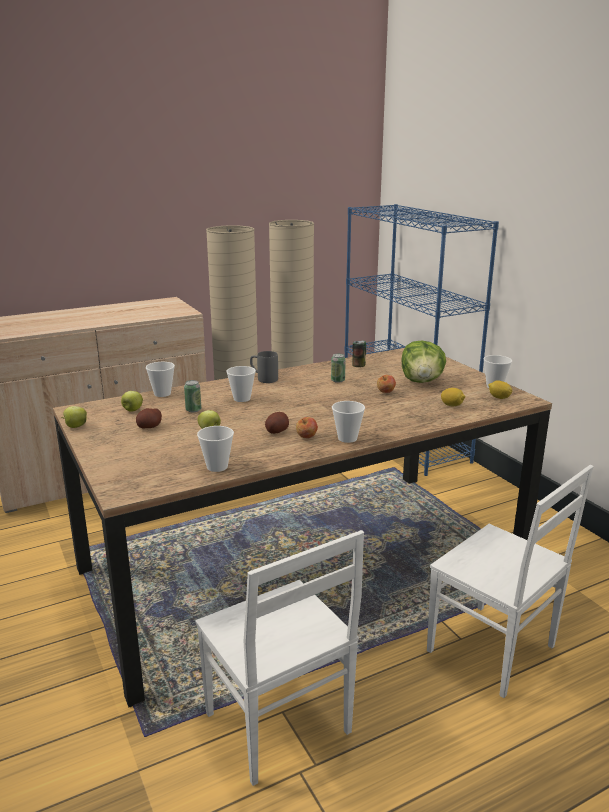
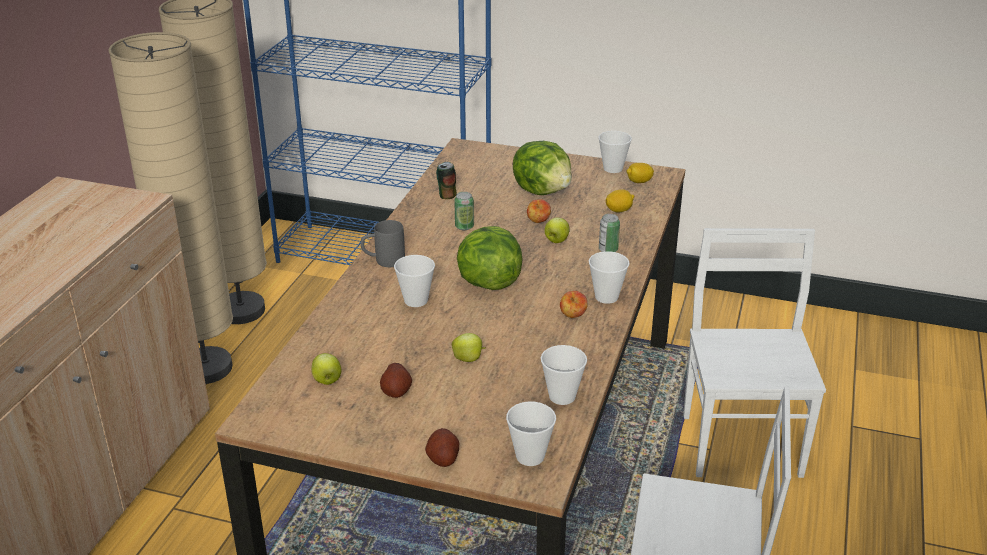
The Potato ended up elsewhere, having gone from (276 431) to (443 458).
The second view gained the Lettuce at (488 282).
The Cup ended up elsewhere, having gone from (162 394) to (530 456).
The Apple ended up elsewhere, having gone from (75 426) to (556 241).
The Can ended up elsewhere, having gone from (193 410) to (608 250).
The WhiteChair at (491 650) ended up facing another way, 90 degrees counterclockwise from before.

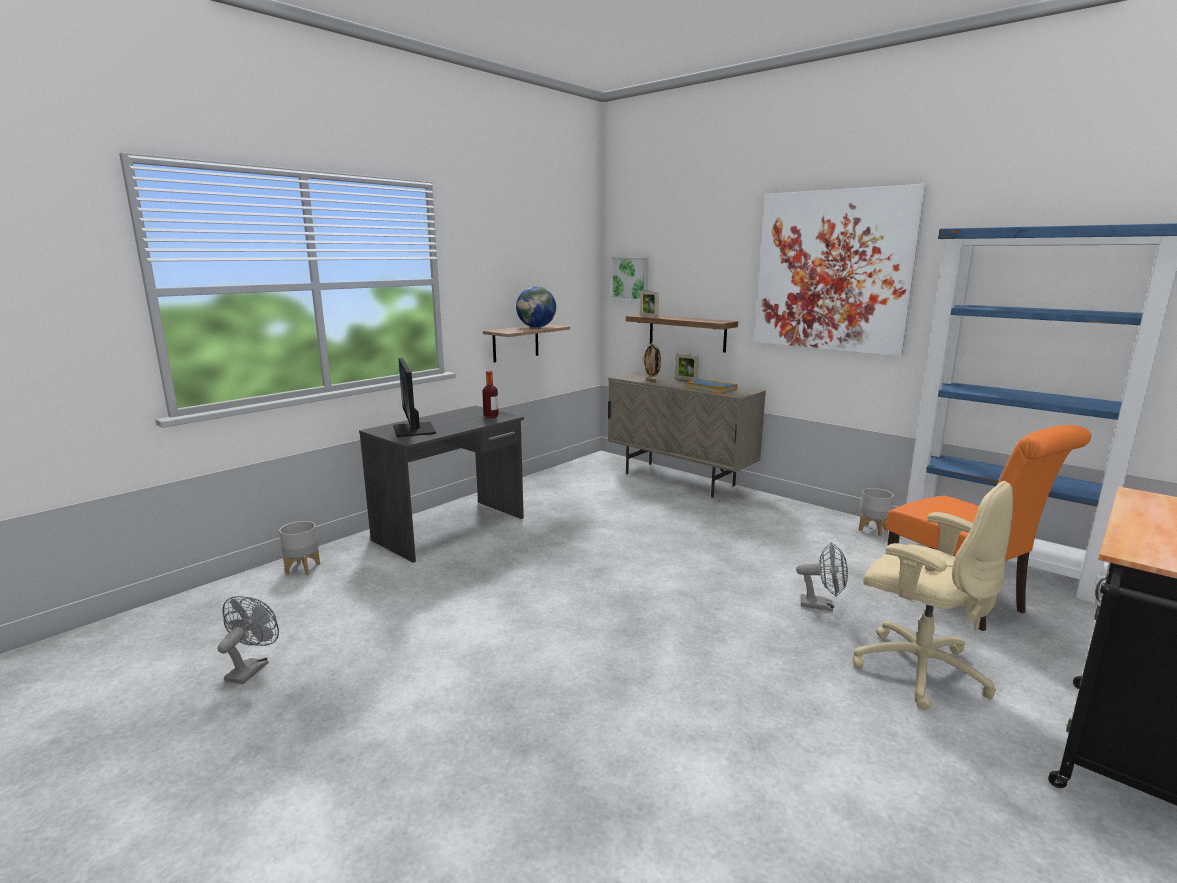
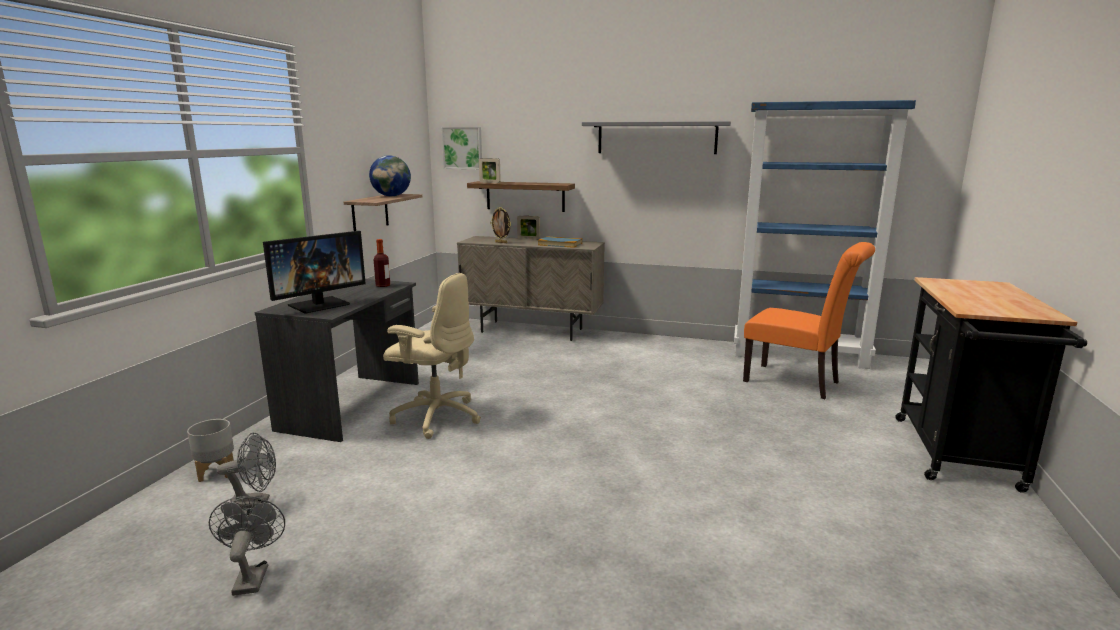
The GreyFan ended up elsewhere, having gone from (822 605) to (256 502).
The Monitor at (414 430) ended up facing another way, 90 degrees counterclockwise from before.
The BeigeOfficeChair ended up elsewhere, having gone from (917 669) to (436 417).
Where the Picture hung at (833 271), the GreyShelf came to hang at (656 138).
The second view lost the GreyPlanter at (873 530).

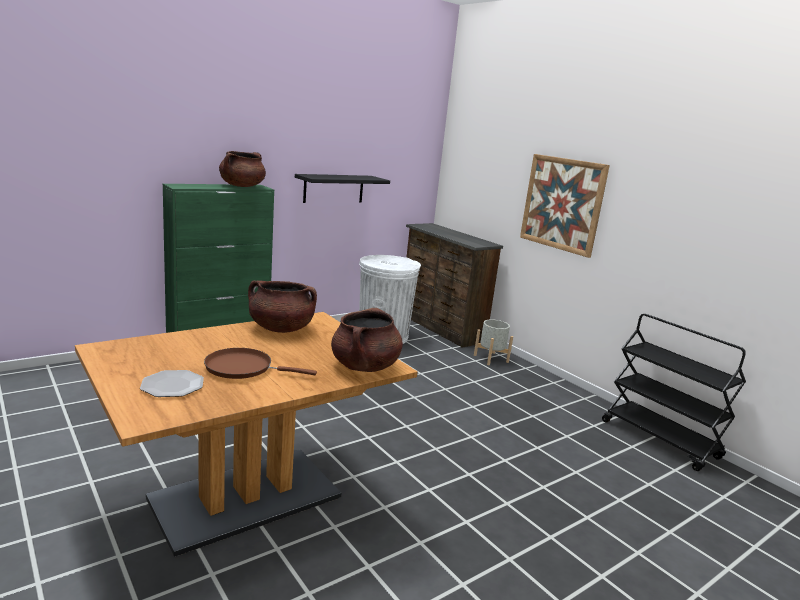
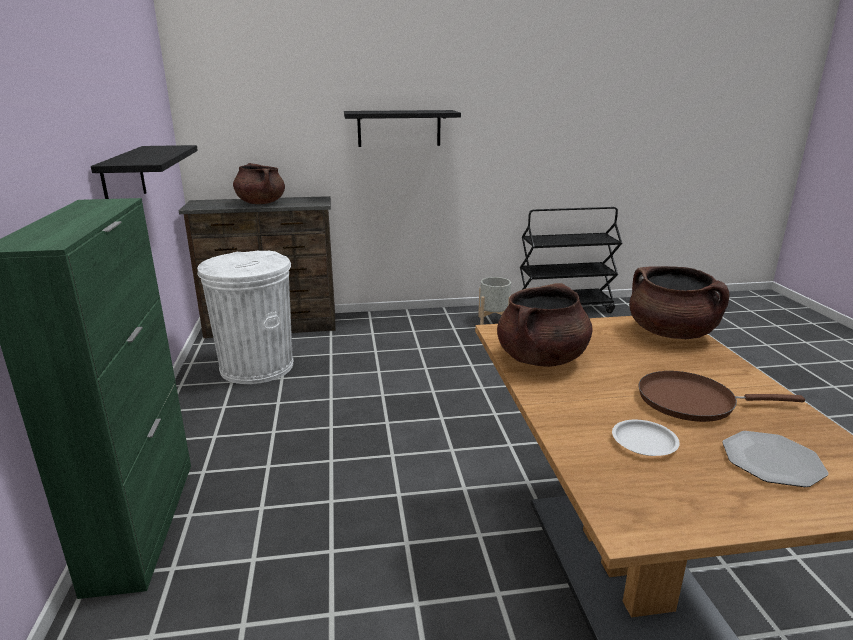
The BrownCookingPot ended up elsewhere, having gone from (242 186) to (260 203).
Where the Picture hung at (562 204), the BlackShelf came to hang at (399 128).
The GreyPlanter ended up elsewhere, having gone from (491 358) to (493 321).
The second view gained the WhitePlate at (644 441).
The BrownFryingPan at (243 368) ended up facing another way, 60 degrees clockwise from before.

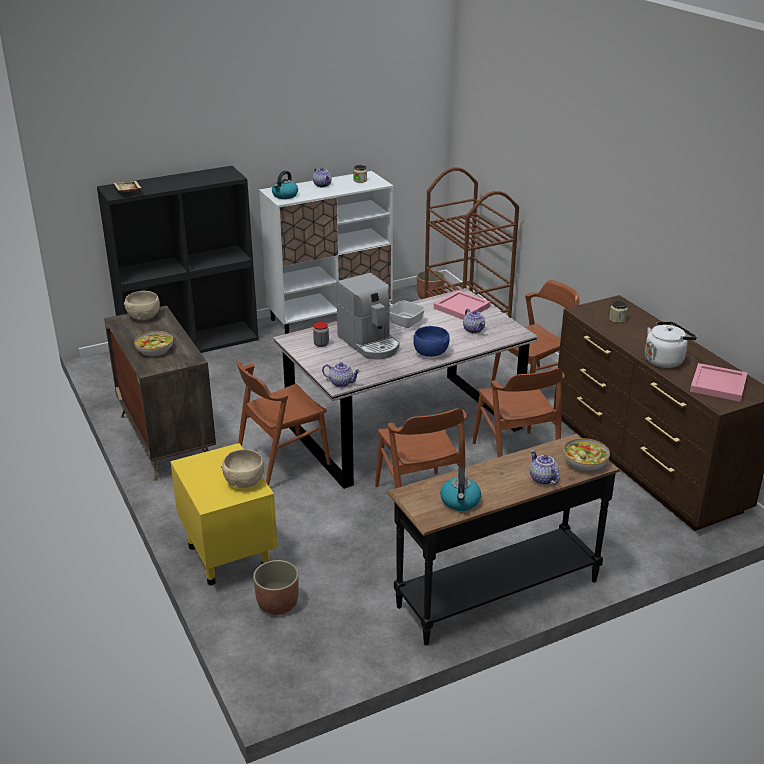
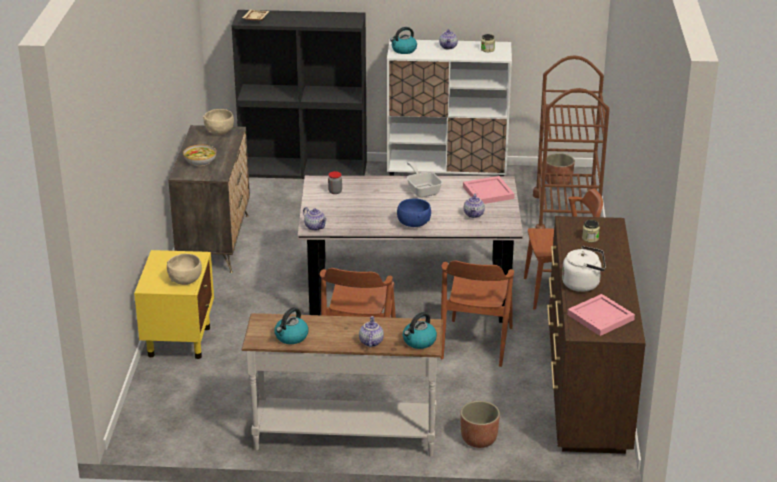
What was the BlackConsoleTable at (496 592) turned into the WhiteConsoleTable at (345 435).
Where the Bowl stood at (585 462), the Kettle came to stand at (419 341).
The Planter ended up elsewhere, having gone from (277 604) to (478 439).
The second view lost the BrownChair at (282 462).
The second view lost the CoffeeMachine at (370 343).

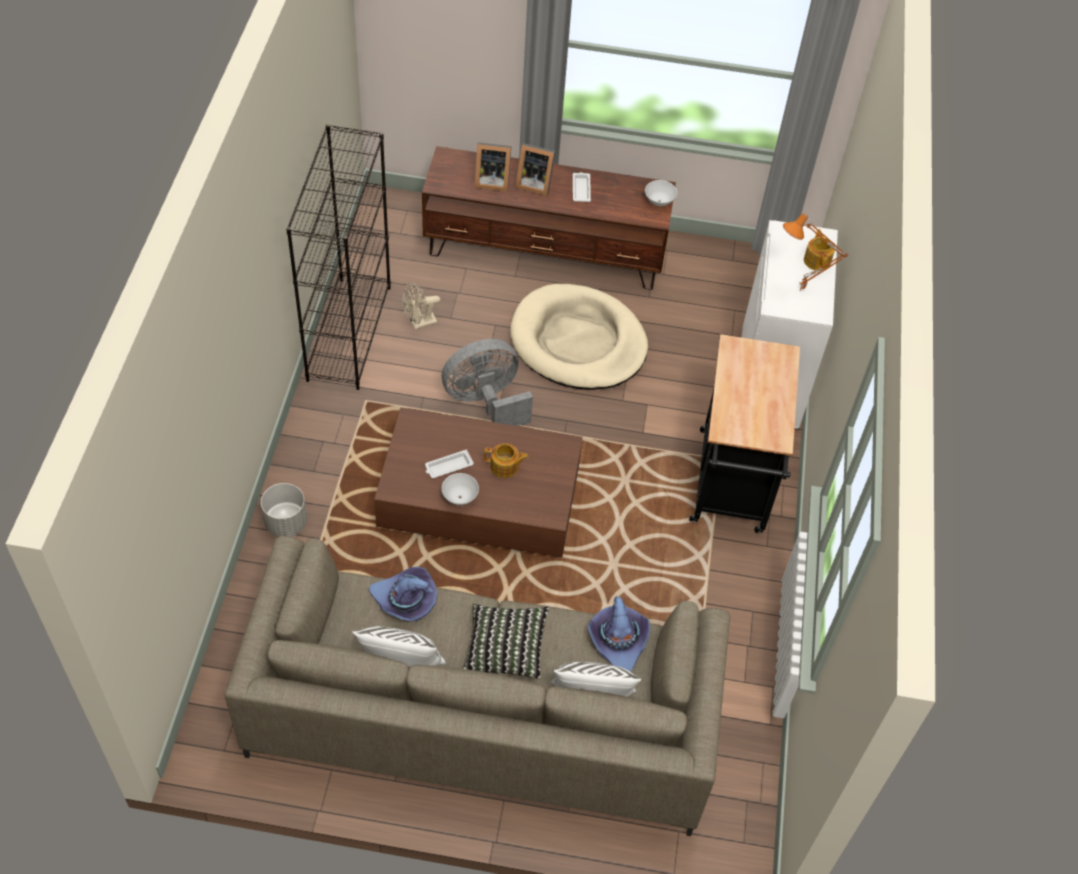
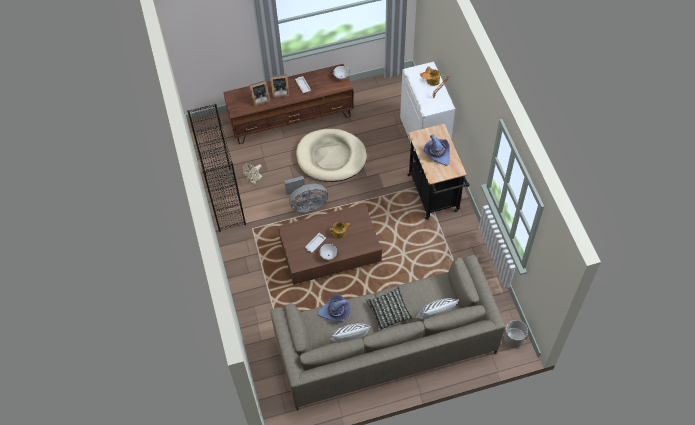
The GreyFan at (486 402) ended up facing another way, 150 degrees counterclockwise from before.
The PurpleHat ended up elsewhere, having gone from (618 640) to (437 153).
The GreyPlanter ended up elsewhere, having gone from (286 523) to (514 338).

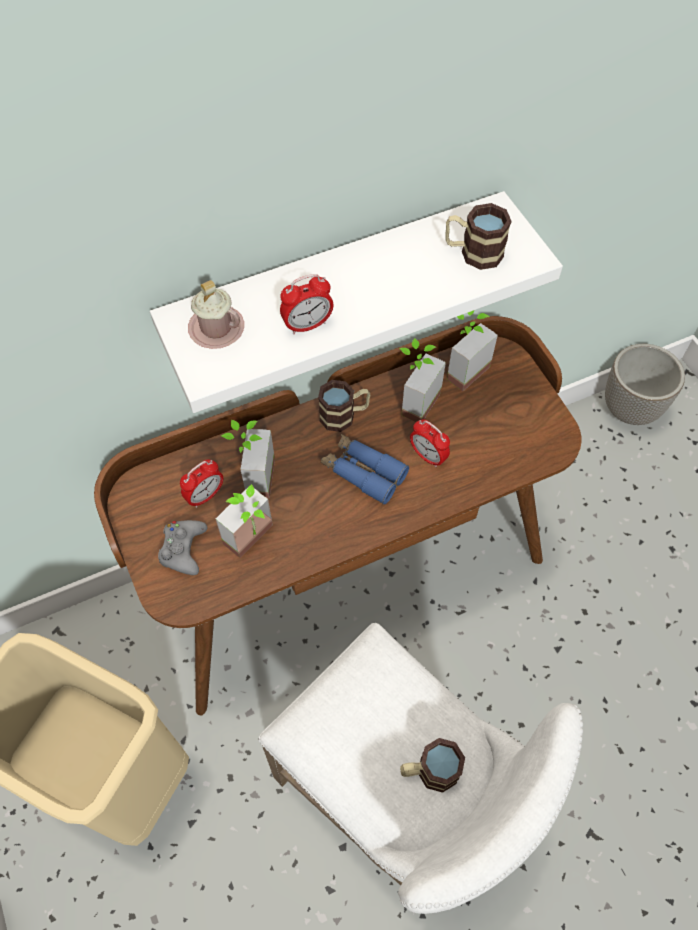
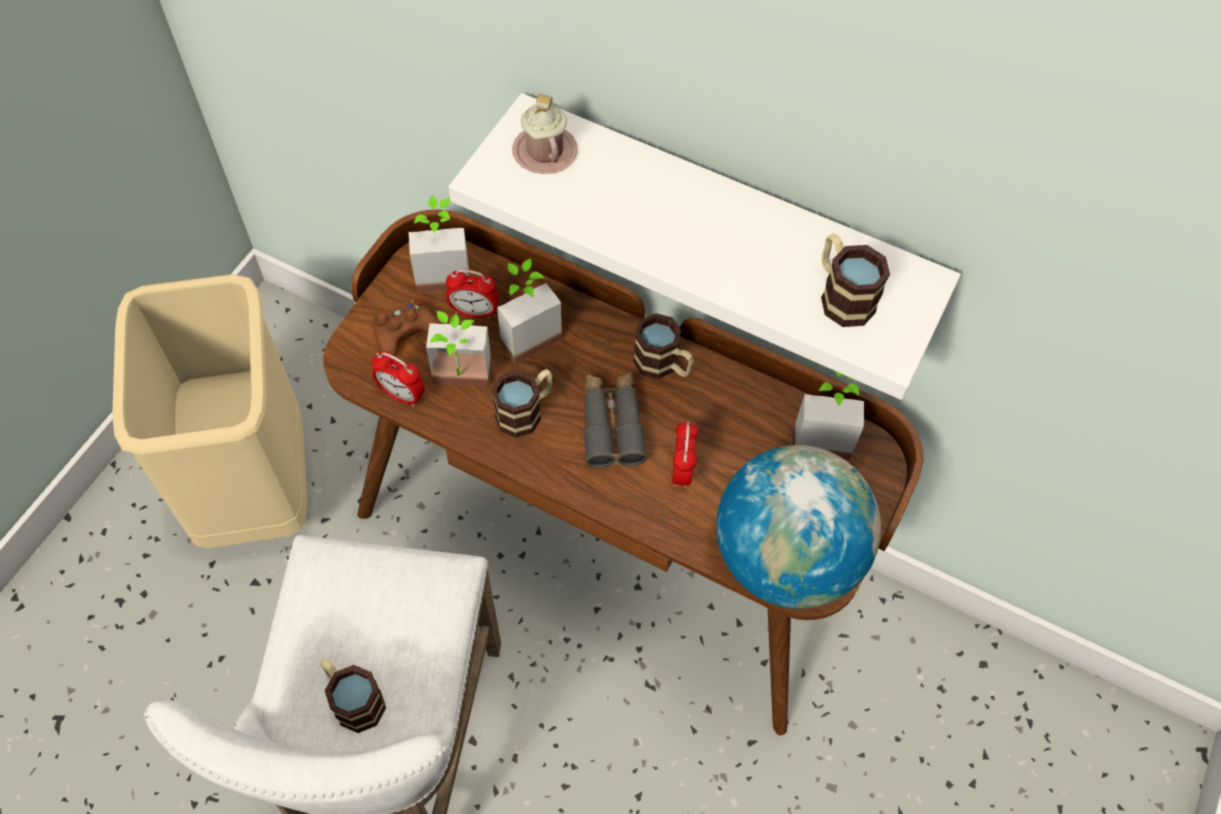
The AlarmClock ended up elsewhere, having gone from (307 325) to (402 395).
What was the GreyGameController at (183 549) turned into the BrownGameController at (405 333).
The PottedPlant ended up elsewhere, having gone from (413 400) to (442 271).
The second view gained the Mug at (526 411).
What was the BlueBinoculars at (363 472) turned into the GreyBinoculars at (612 424).
The second view gained the Globe at (785 557).
The second view lost the Planter at (630 410).

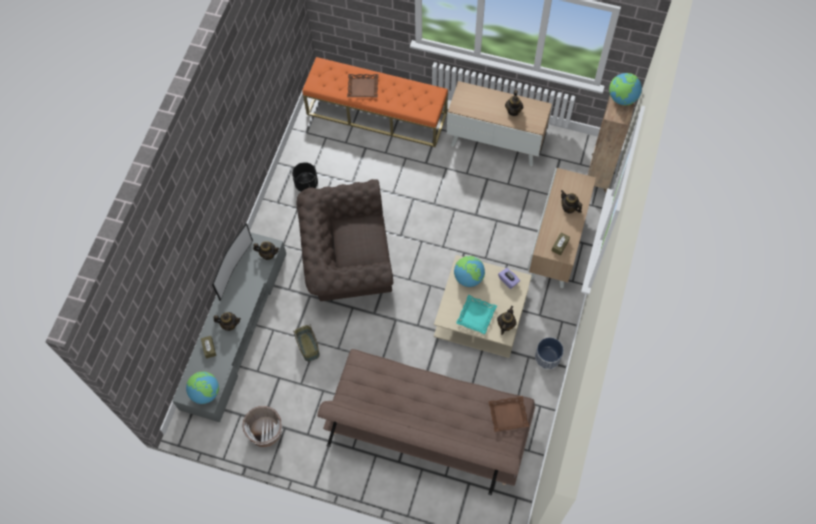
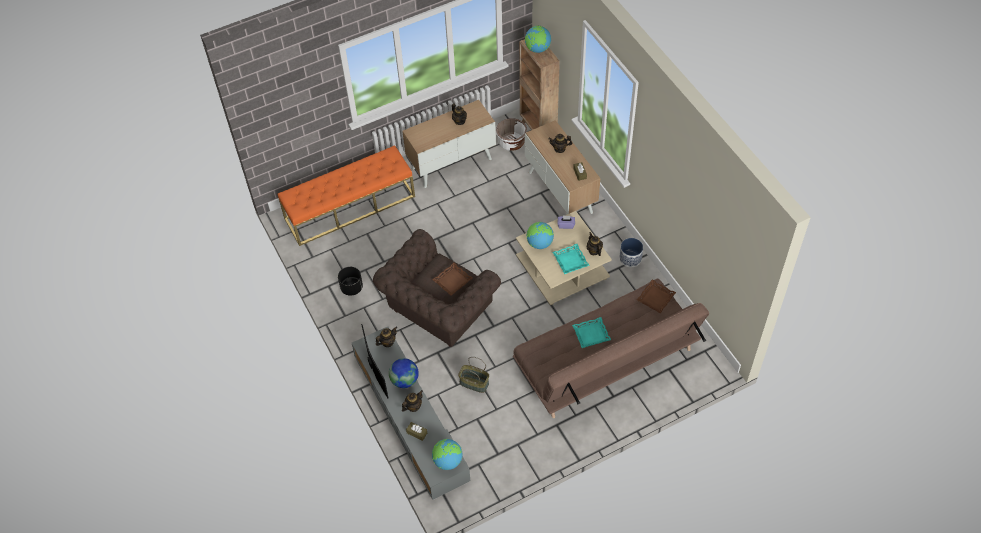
The second view gained the Globe at (404 380).
The BrownTray ended up elsewhere, having gone from (363 88) to (452 281).
The WhitePlanter ended up elsewhere, having gone from (265 431) to (511 143).
The second view gained the TurquoiseTray at (591 334).

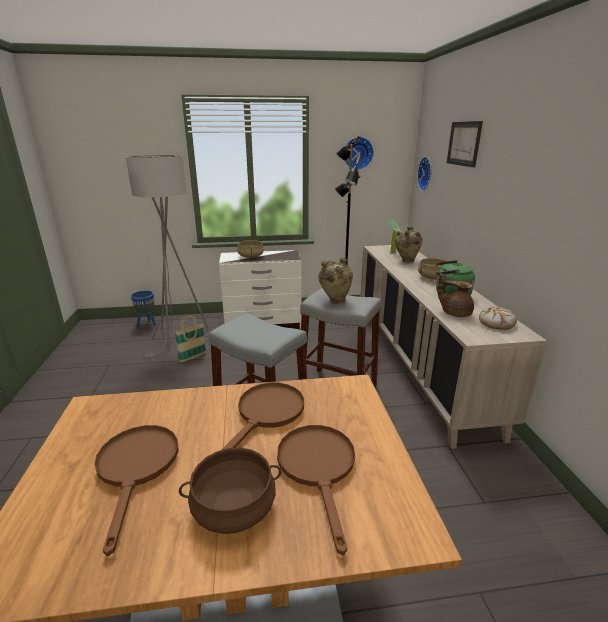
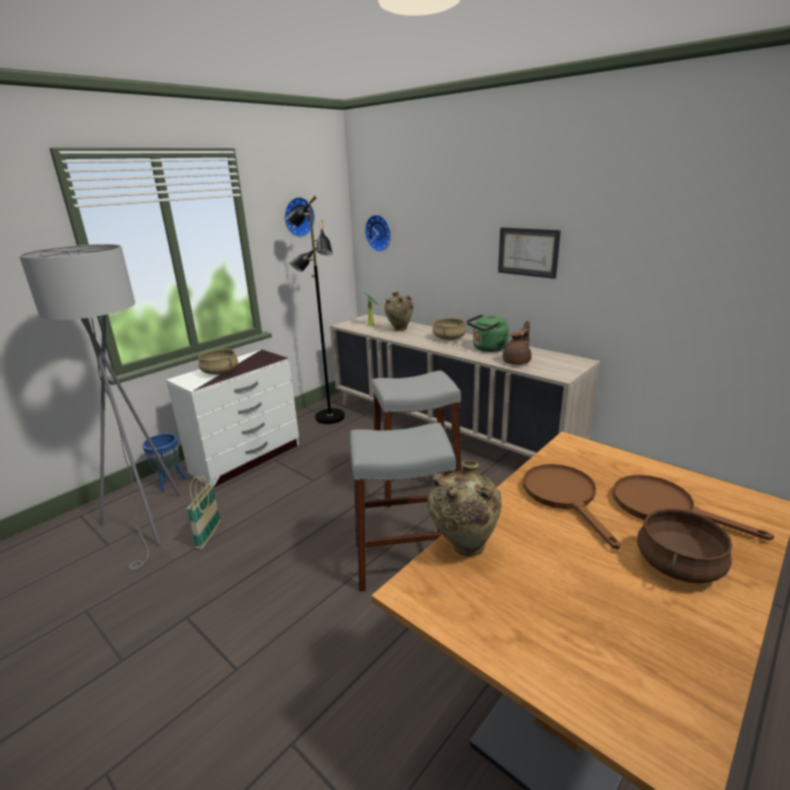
The BluePlanter ended up elsewhere, having gone from (147 324) to (170 482).
The BeigeVase ended up elsewhere, having gone from (334 301) to (463 548).
The Picture ended up elsewhere, having gone from (464 143) to (528 252).
The BrownTeapot at (455 313) ended up facing another way, 135 degrees clockwise from before.
The second view lost the BrownFryingPan at (137 468).
The second view lost the Bread at (496 323).

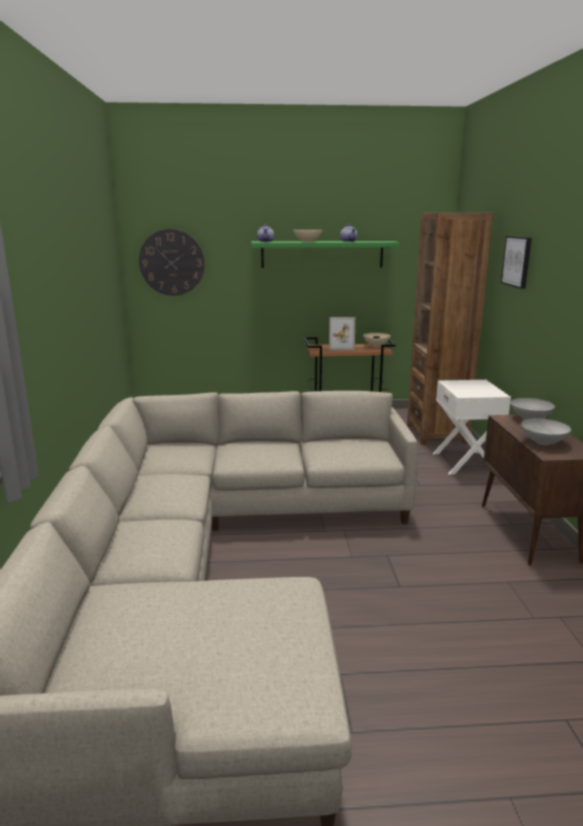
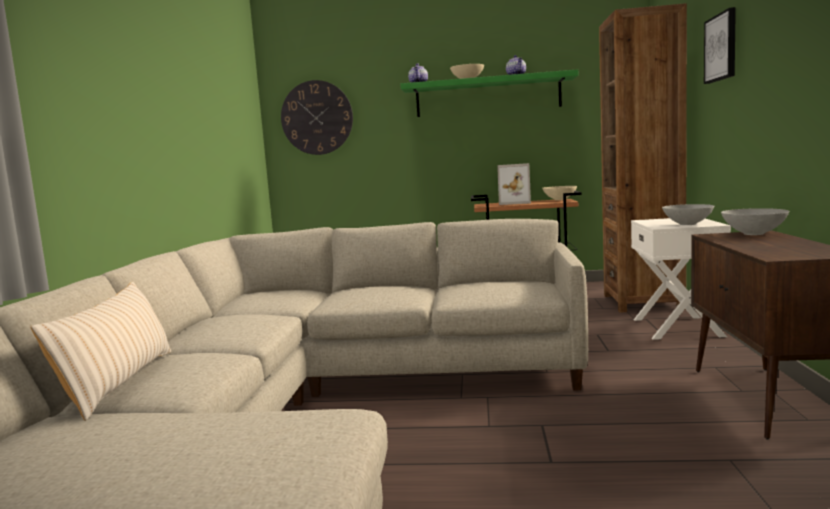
The second view gained the BeigePillow at (120 382).
The GreyBowl ended up elsewhere, having gone from (542 442) to (687 224).

